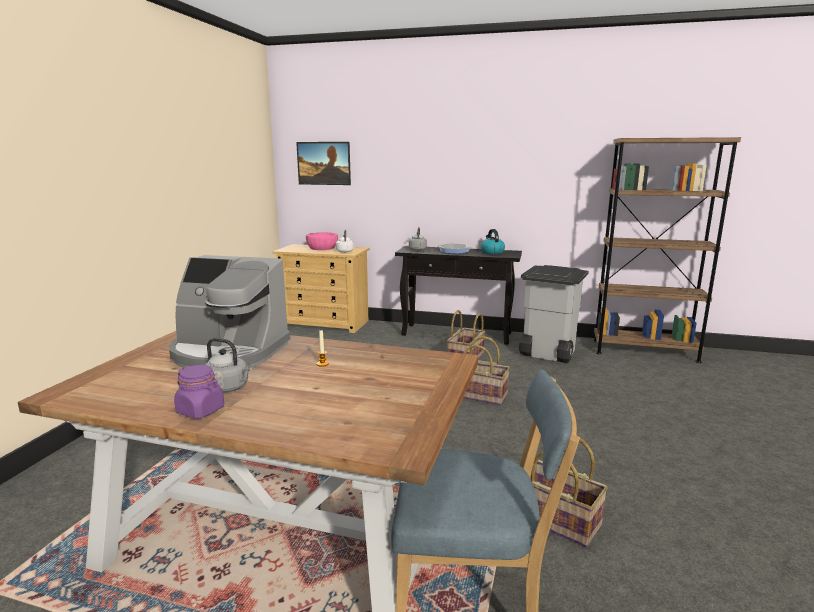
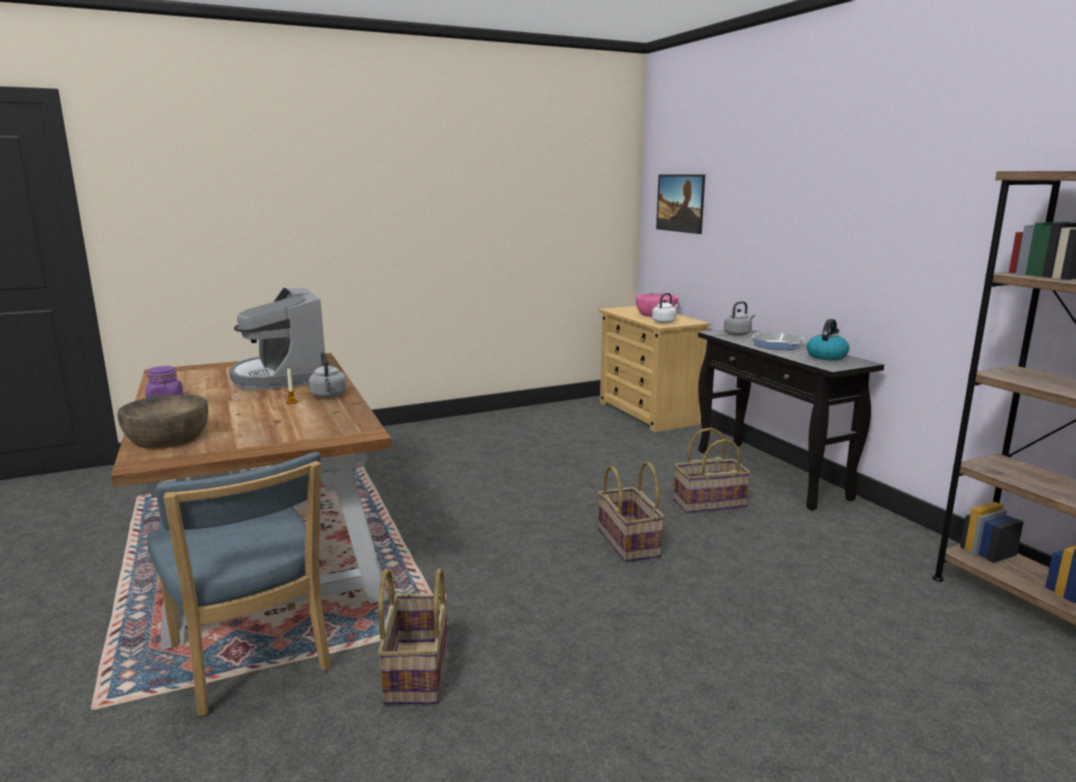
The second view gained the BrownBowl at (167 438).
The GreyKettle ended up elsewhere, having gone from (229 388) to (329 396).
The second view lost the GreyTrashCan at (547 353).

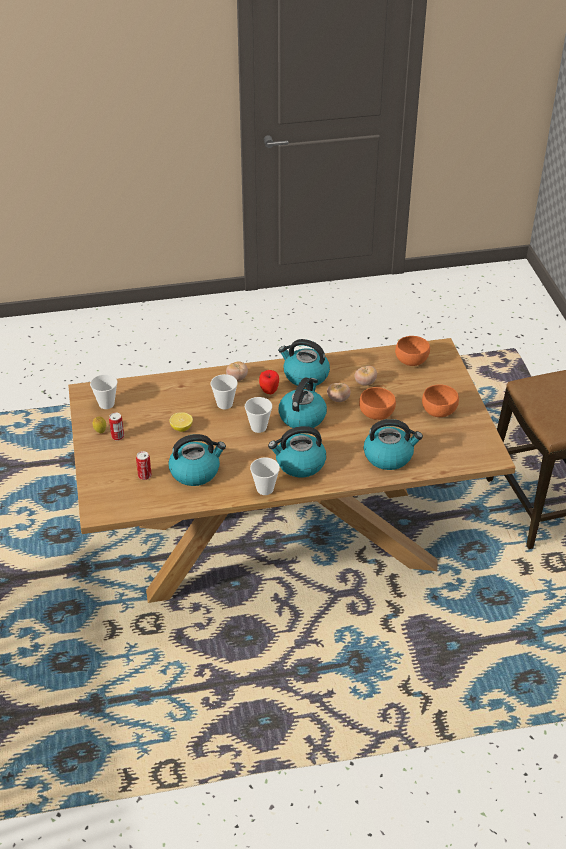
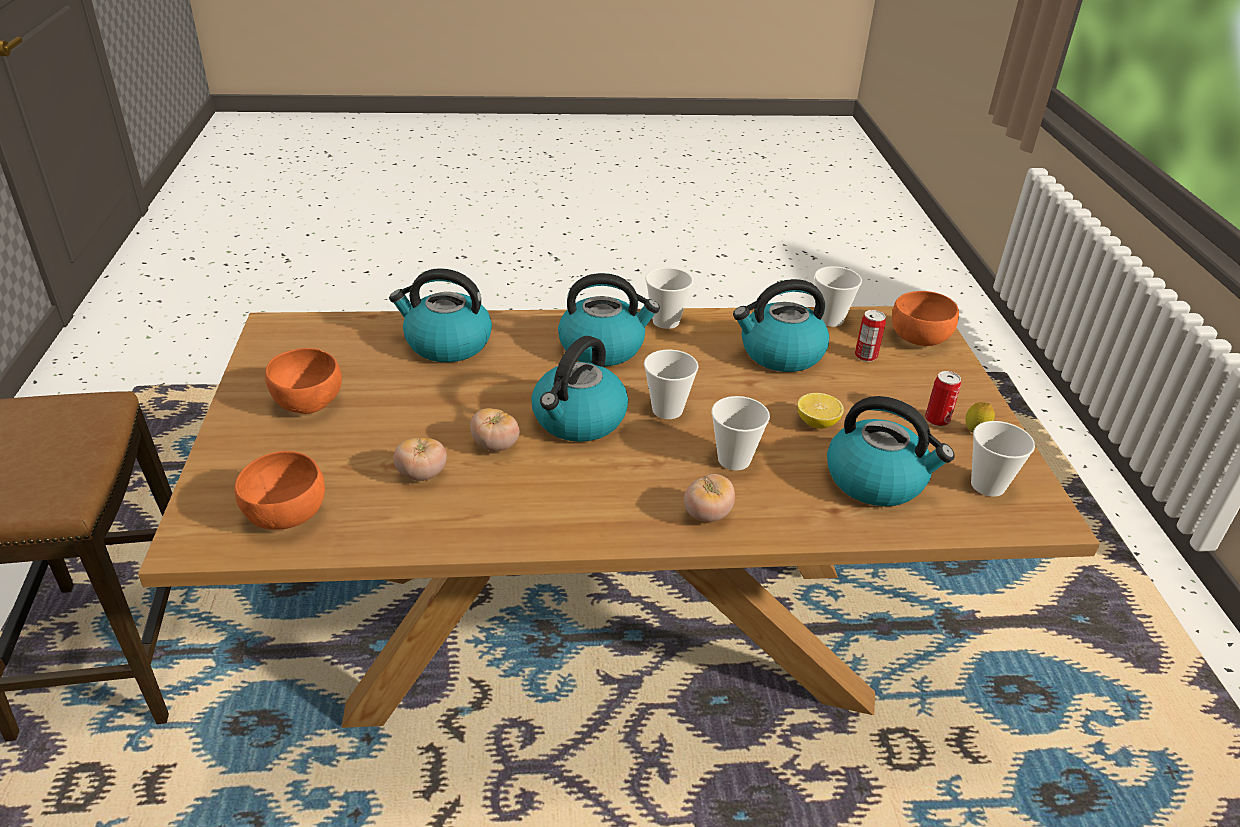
The second view gained the Cup at (830 319).
The Kettle ended up elsewhere, having gone from (305 376) to (877 480).
The OrangeBowl ended up elsewhere, having gone from (376 414) to (919 339).
The second view lost the Apple at (269 392).

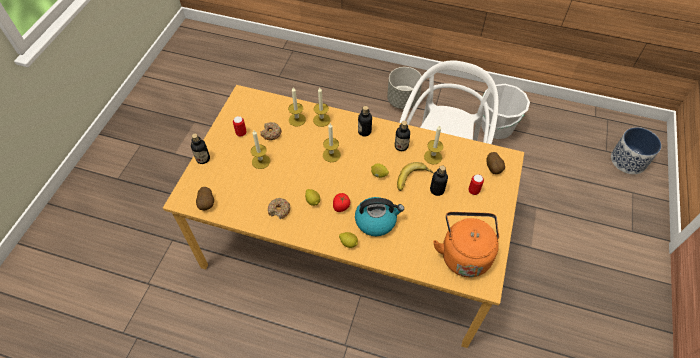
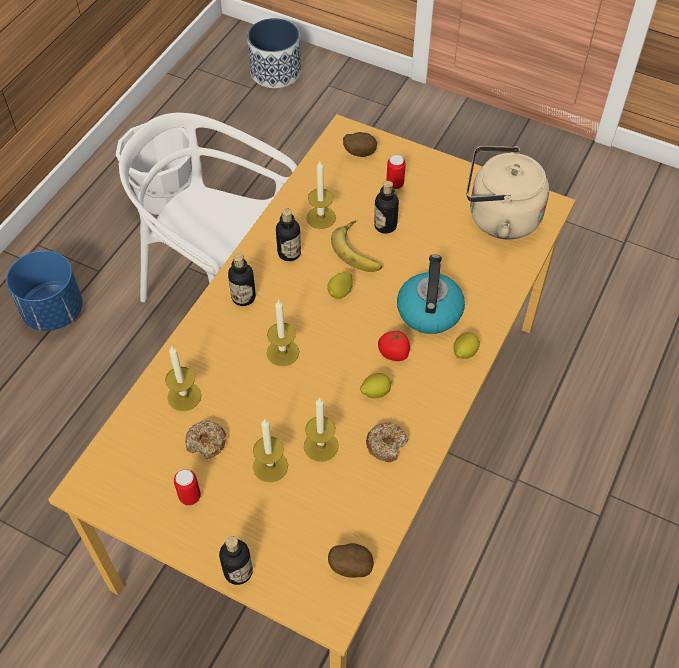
What was the GreyPlanter at (402 100) turned into the BluePlanter at (53 311).
The Candle ended up elsewhere, having gone from (321 120) to (321 446).
What was the OrangeKettle at (464 254) turned into the BeigeKettle at (499 218).

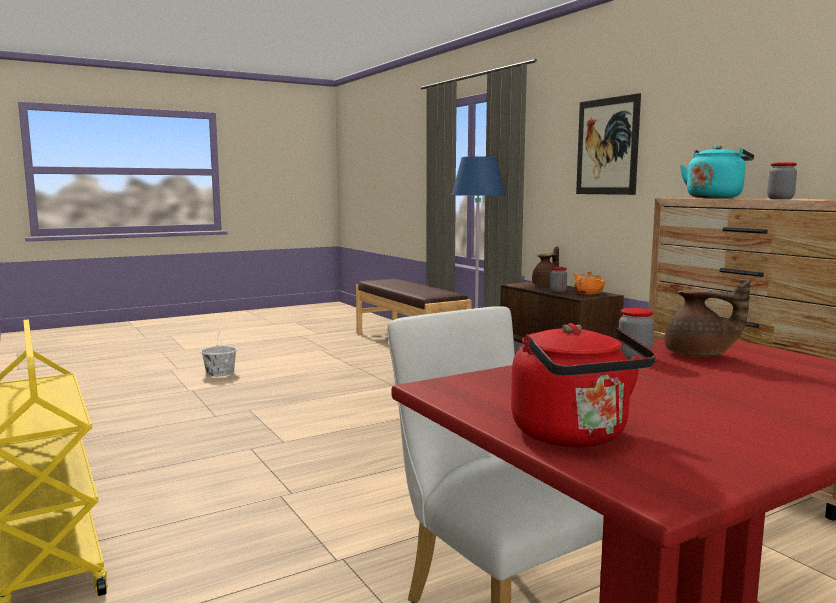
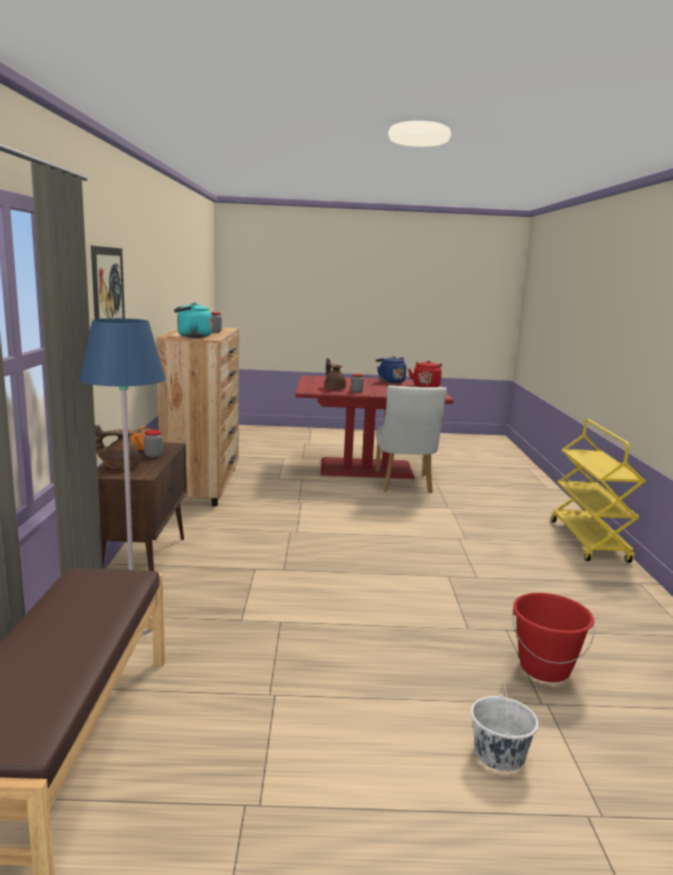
The second view gained the BlueKettle at (390 381).
The second view gained the RedBucket at (544 668).

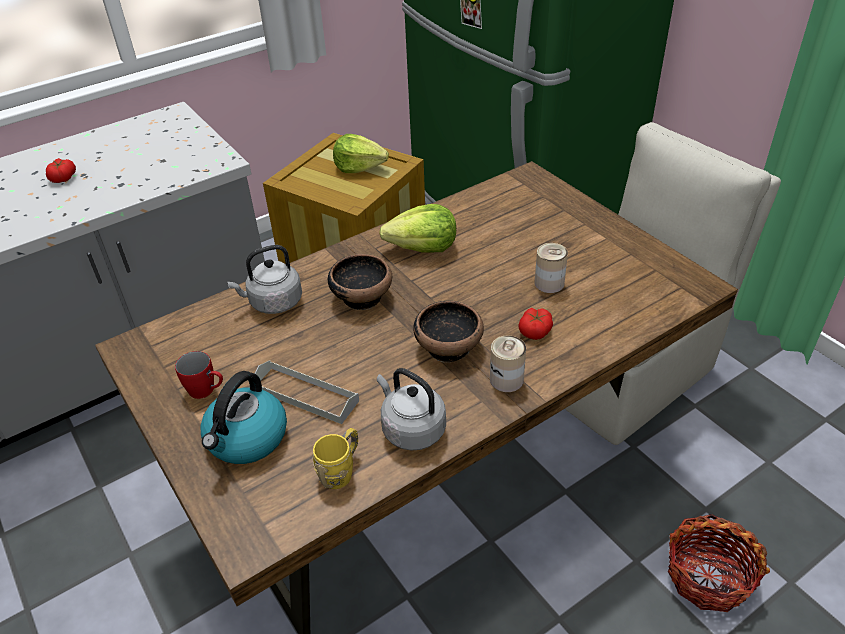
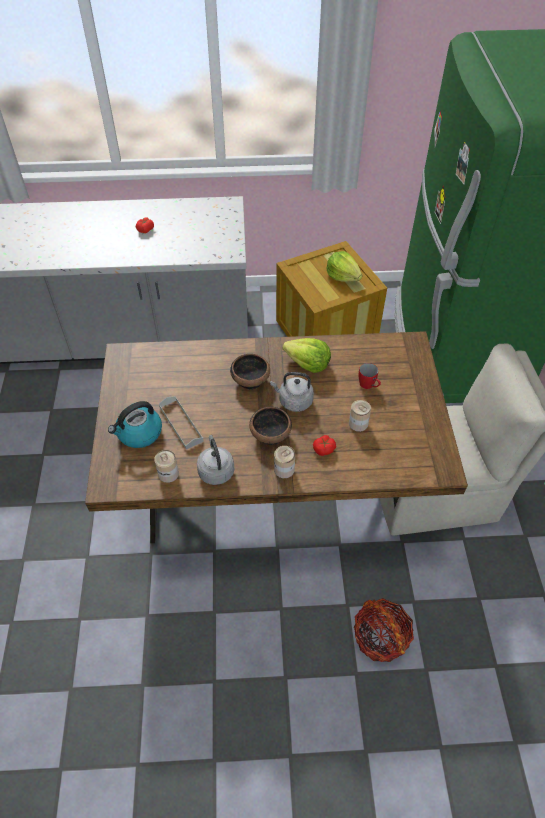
Where the YellowMug stood at (341 470), the Can came to stand at (168 473).
The GreyKettle ended up elsewhere, having gone from (273 303) to (293 401).
The RedMug ended up elsewhere, having gone from (207 390) to (369 385).

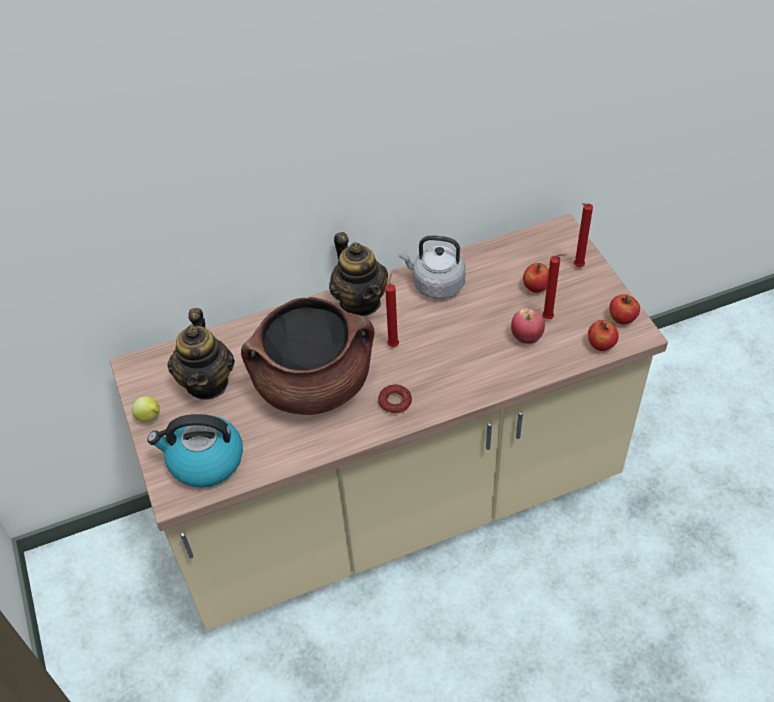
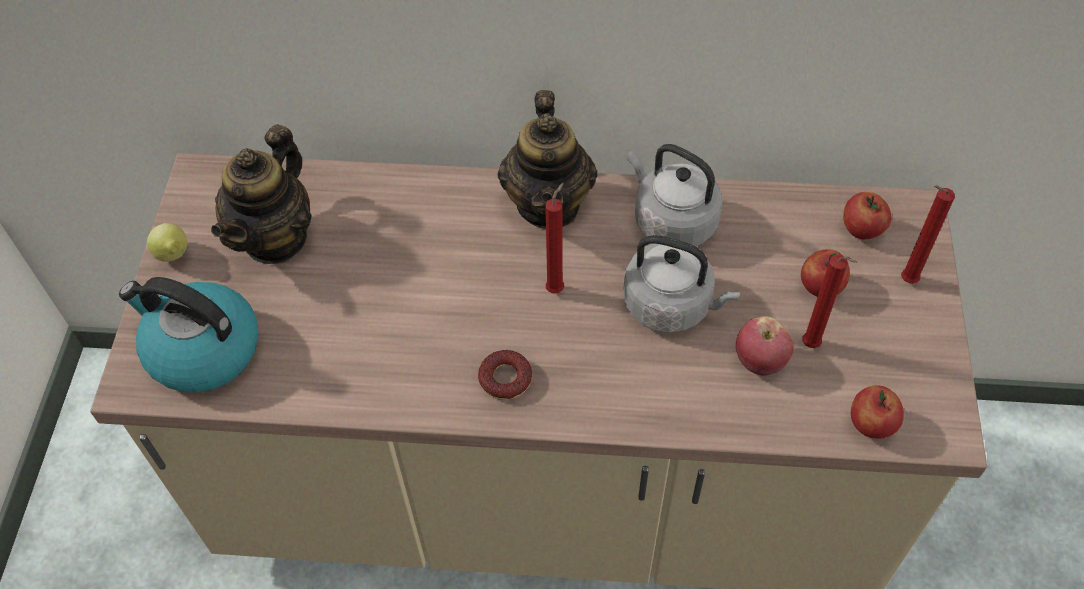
The second view gained the GreyKettle at (672 305).
The Apple ended up elsewhere, having gone from (622 319) to (861 230).
The second view lost the BrownCookingPot at (313 384).

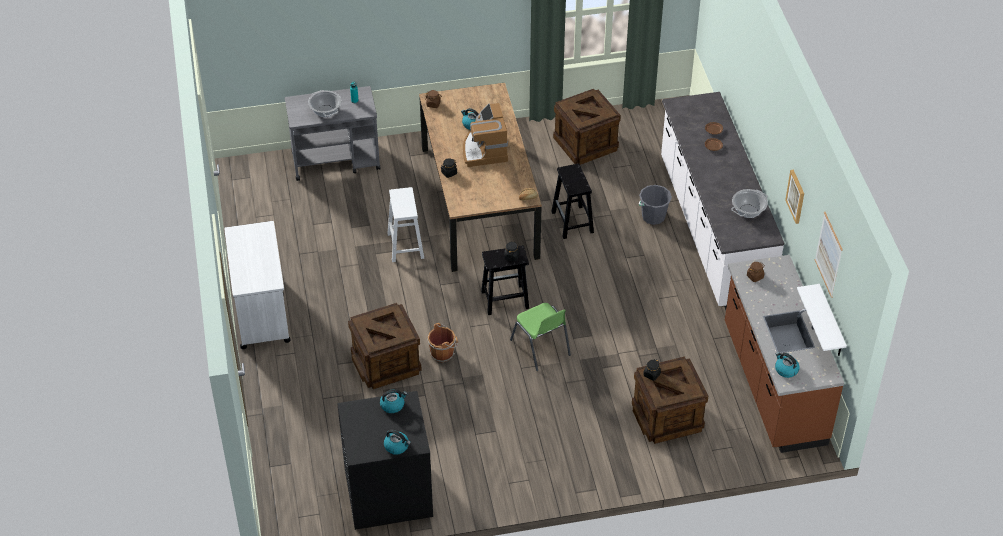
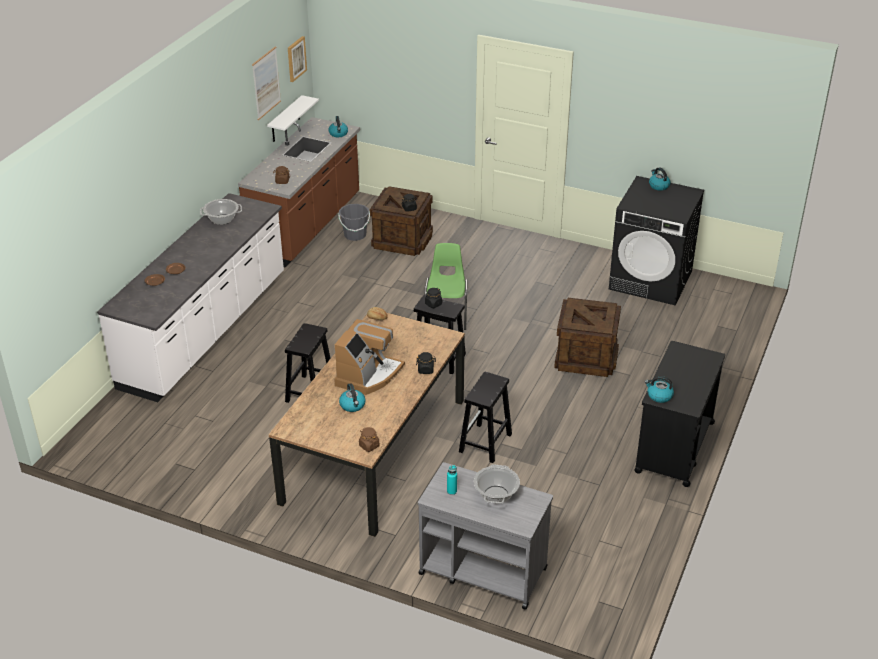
The Picture ended up elsewhere, having gone from (796 196) to (296 59).
The GreyBucket ended up elsewhere, having gone from (653 216) to (355 235).
What was the WhiteStool at (405 245) turned into the BlackStool at (485 443).
What was the WhiteCart at (261 311) turned into the BlackCart at (674 447).
The Kettle ended up elsewhere, having gone from (392 405) to (659 396).
The second view lost the BrownBucket at (443 353).
The second view lost the Crate at (586 144).

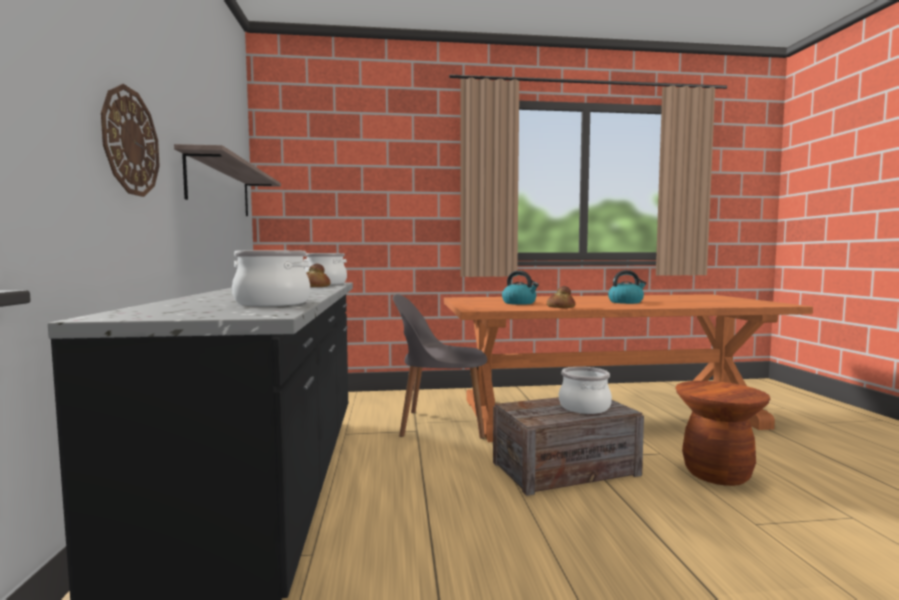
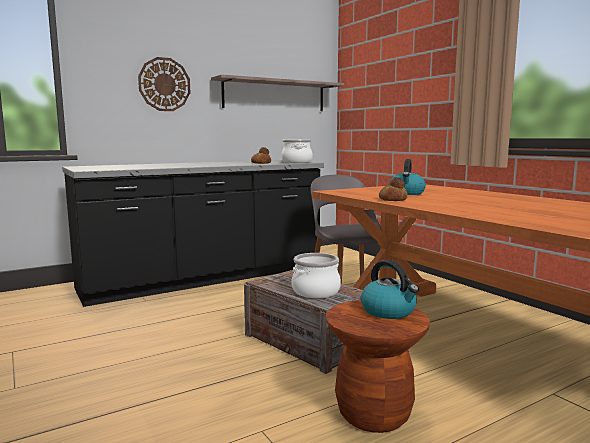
The Kettle ended up elsewhere, having gone from (626 302) to (389 311).
The second view lost the CookingPot at (273 303).

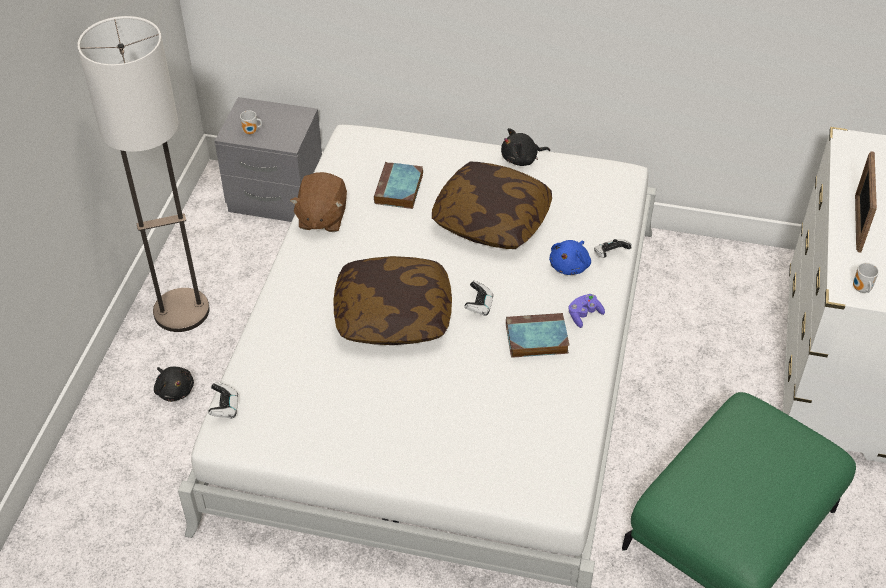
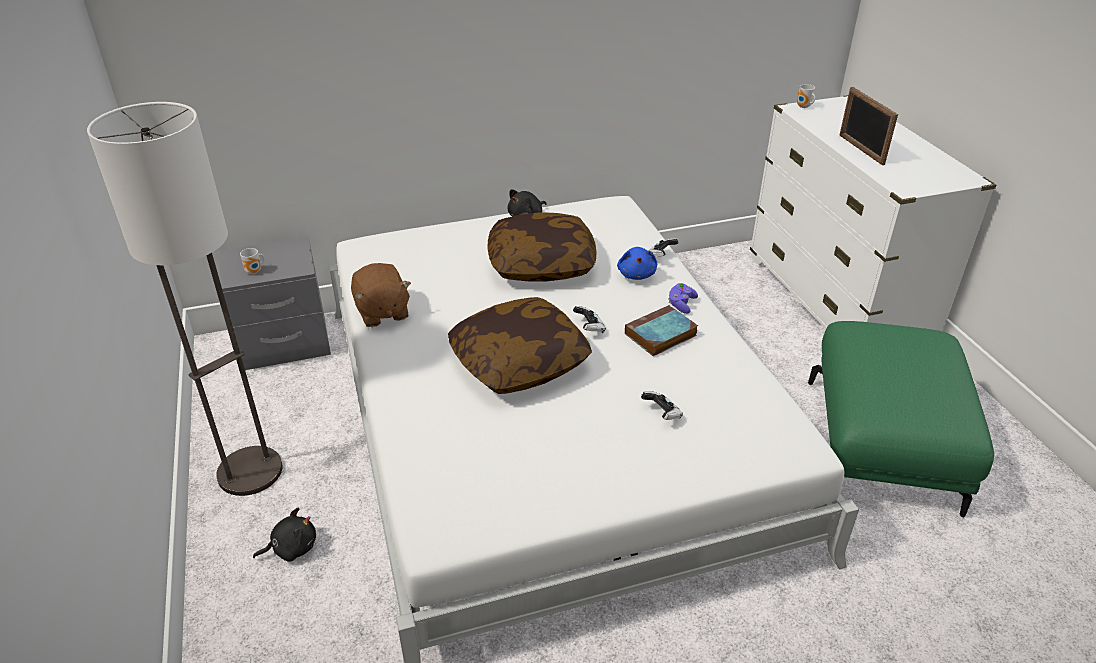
The BlackPlushToy at (174 390) ended up facing another way, 45 degrees counterclockwise from before.
The GameController ended up elsewhere, having gone from (225 408) to (662 414).
The Mug ended up elsewhere, having gone from (861 290) to (803 107).
The second view lost the Book at (399 190).

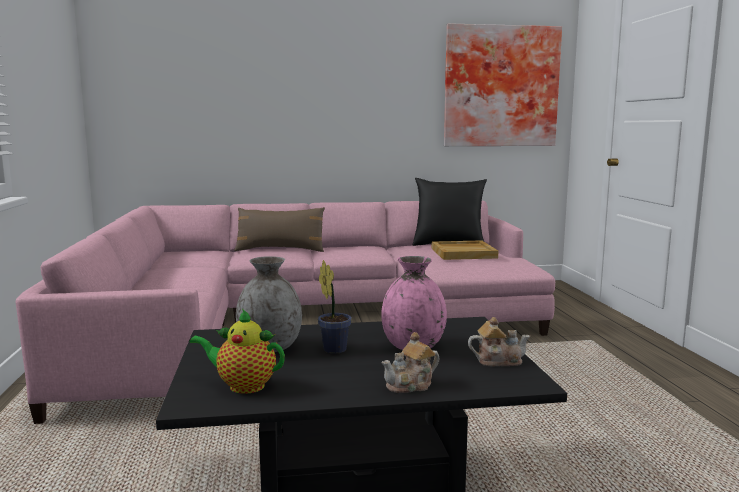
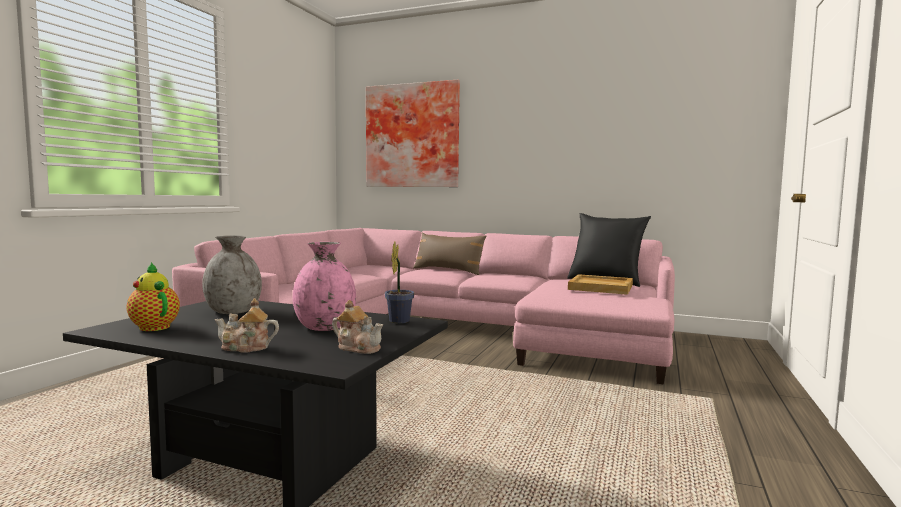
The Picture ended up elsewhere, having gone from (500 87) to (413 136).
The PottedPlant ended up elsewhere, having gone from (333 348) to (400 320).

